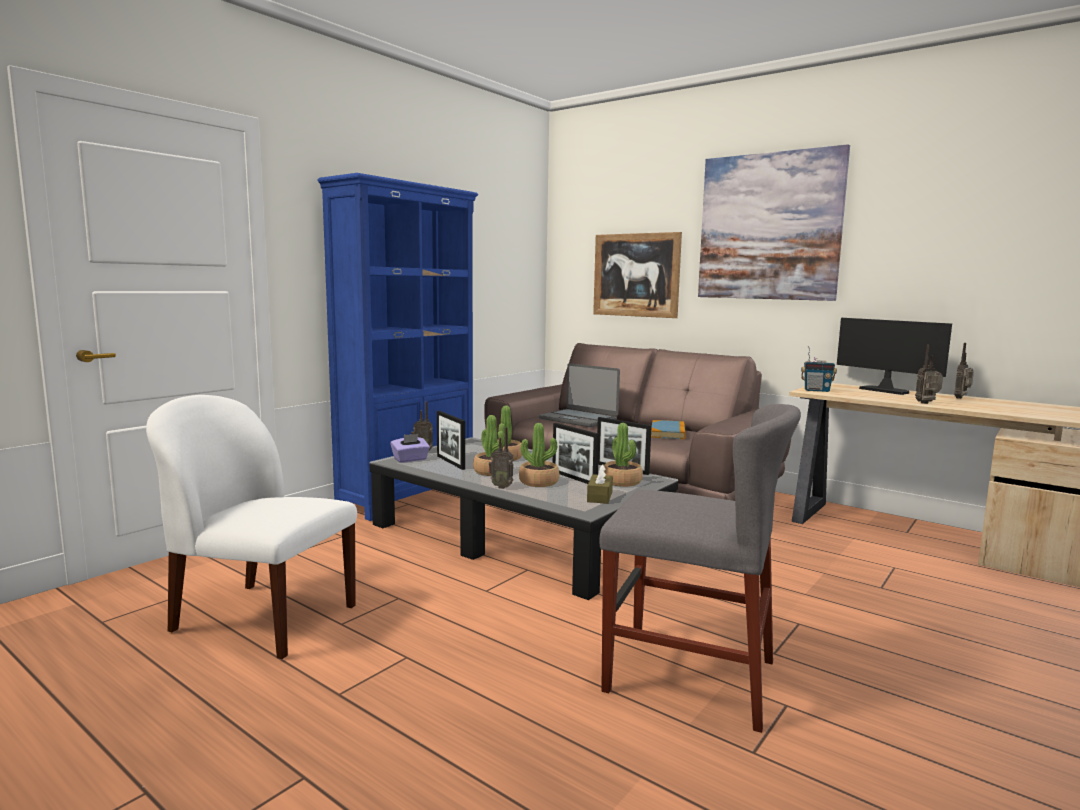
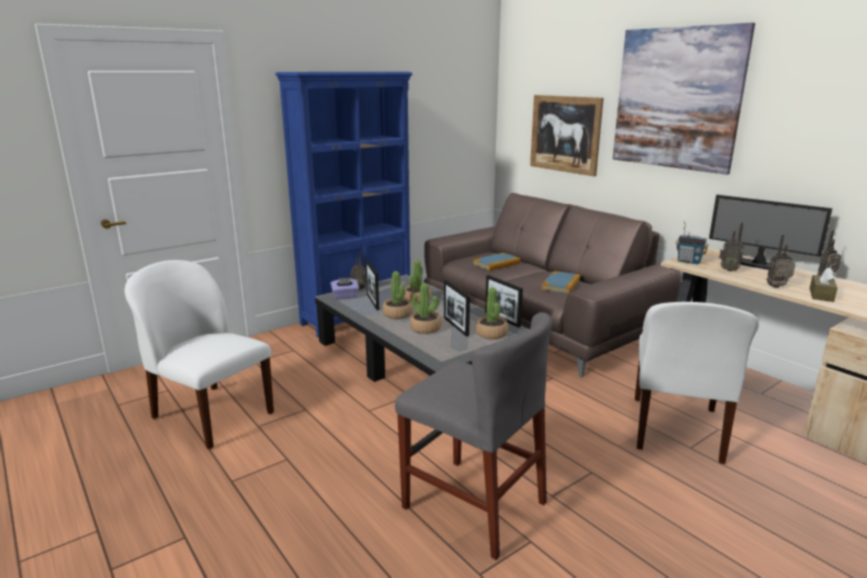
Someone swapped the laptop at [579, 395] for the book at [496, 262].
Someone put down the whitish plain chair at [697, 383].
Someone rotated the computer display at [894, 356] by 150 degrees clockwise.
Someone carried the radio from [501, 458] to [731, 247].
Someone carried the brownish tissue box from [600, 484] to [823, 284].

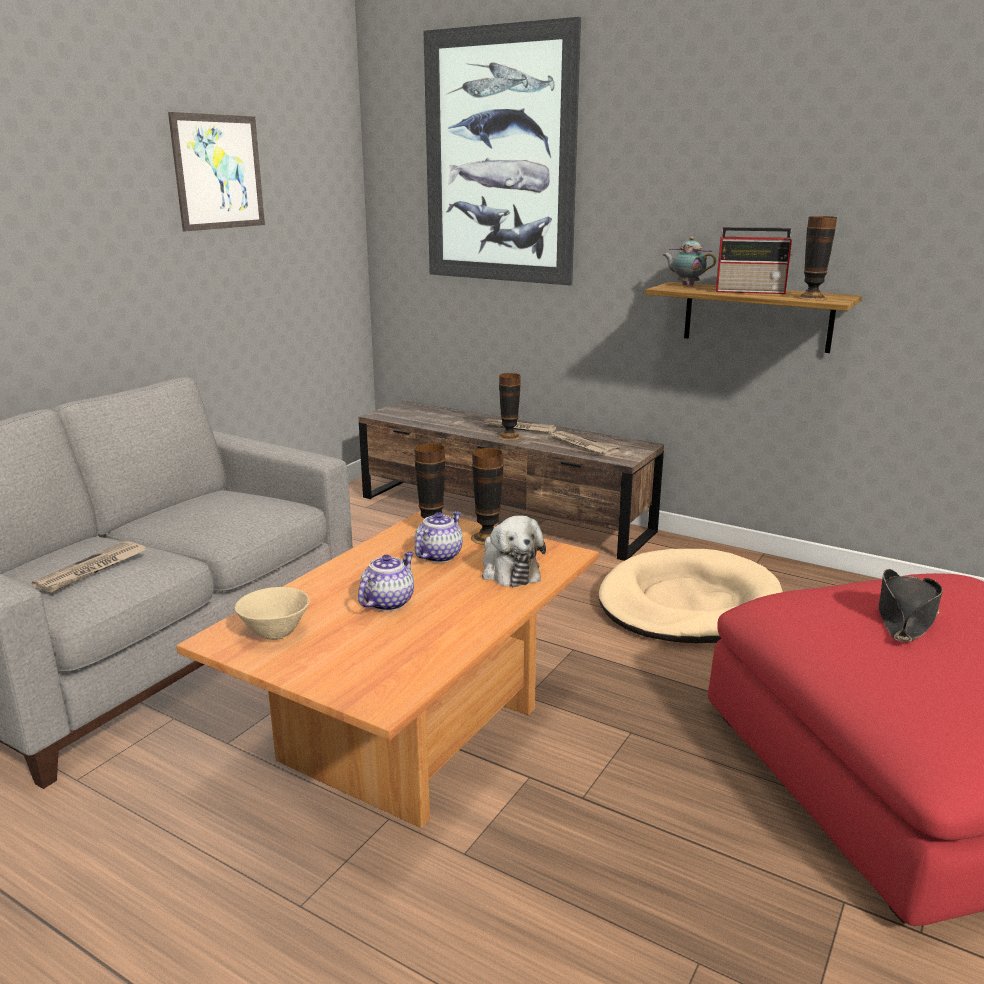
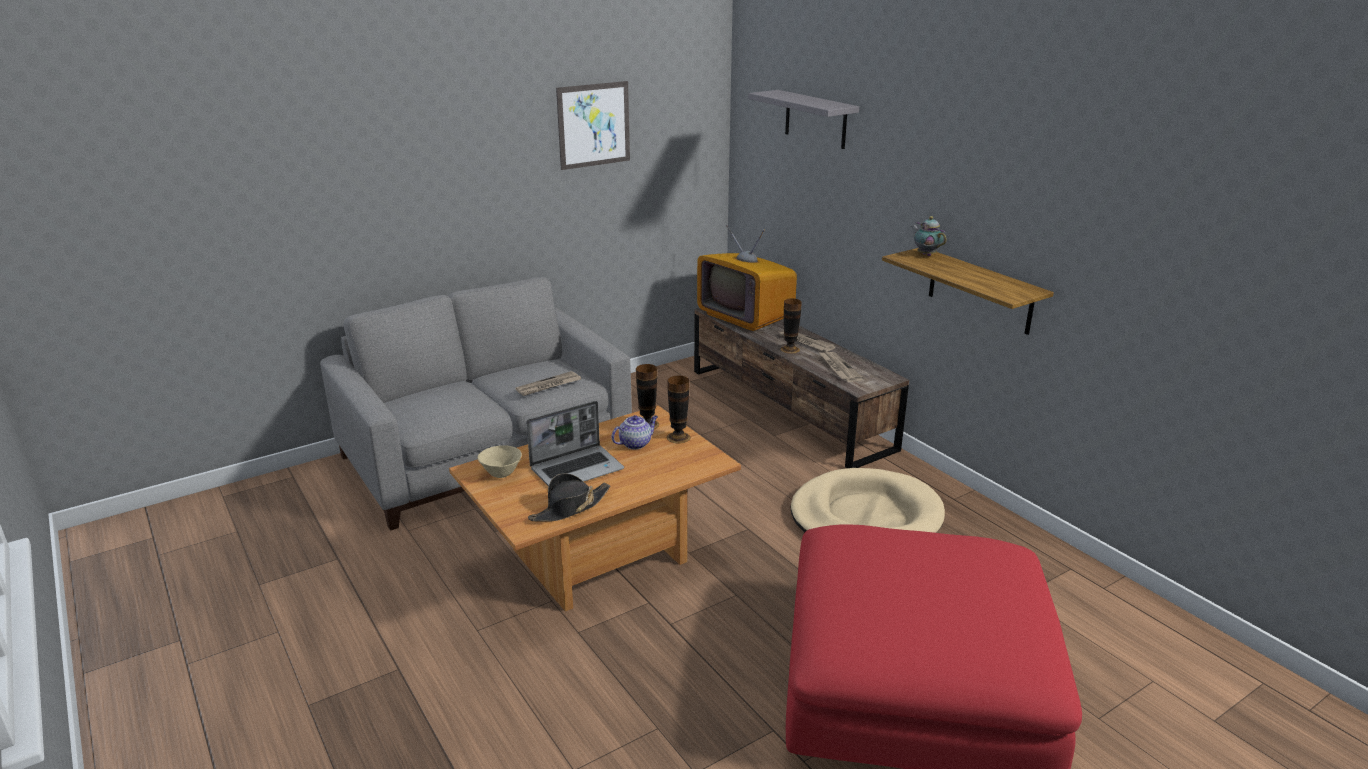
Someone carried the newspaper from [89, 567] to [548, 383].
Someone swapped the teapot at [386, 581] for the laptop at [575, 444].
Someone carried the blackish hat from [911, 605] to [569, 497].
Someone put down the television at [747, 278].
Someone swapped the wall art at [502, 151] for the greyish bracket shelf at [803, 119].
Someone took away the cuddly toy at [514, 551].
Someone took away the radio at [754, 260].
Someone took away the vase at [817, 258].

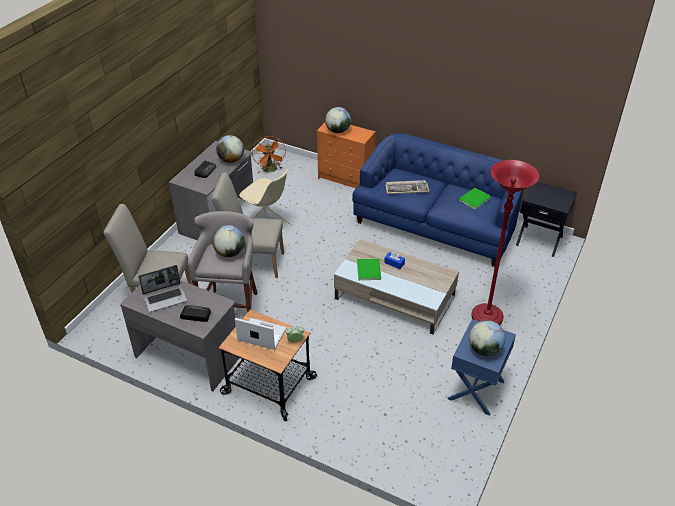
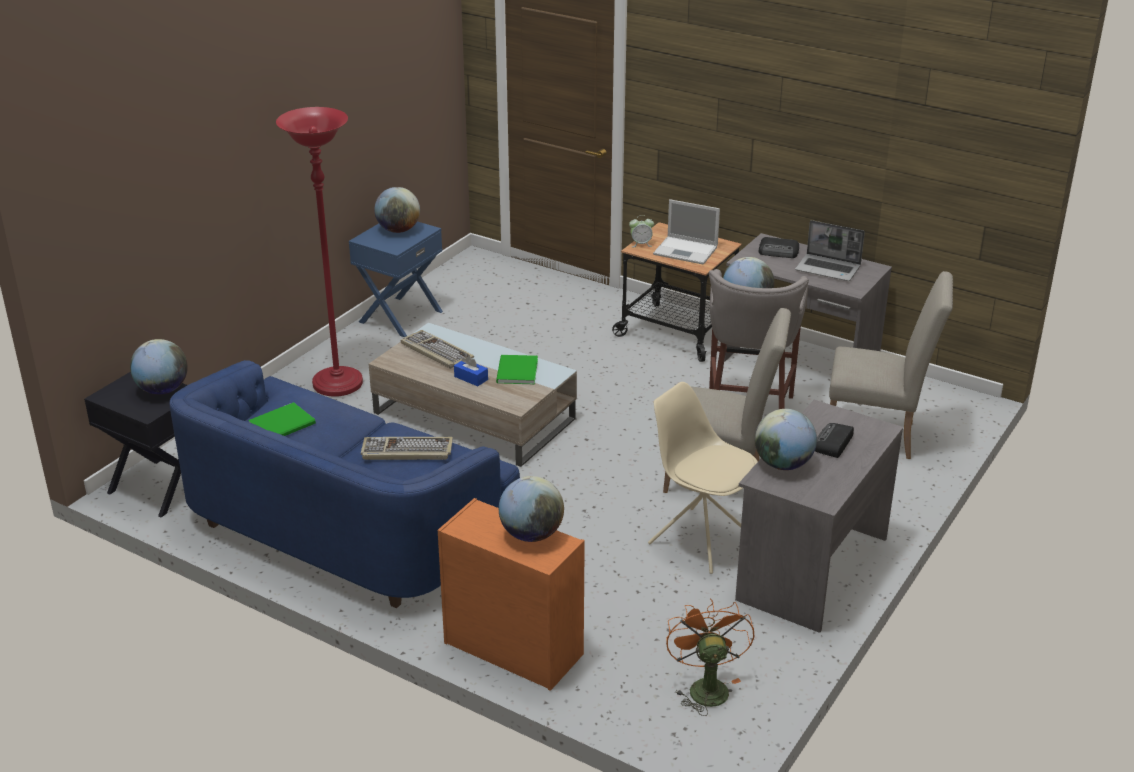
Someone put down the desk globe at [159, 367].
Someone put down the keyboard at [437, 349].
Someone rotated the laptop at [163, 288] by 135 degrees counterclockwise.

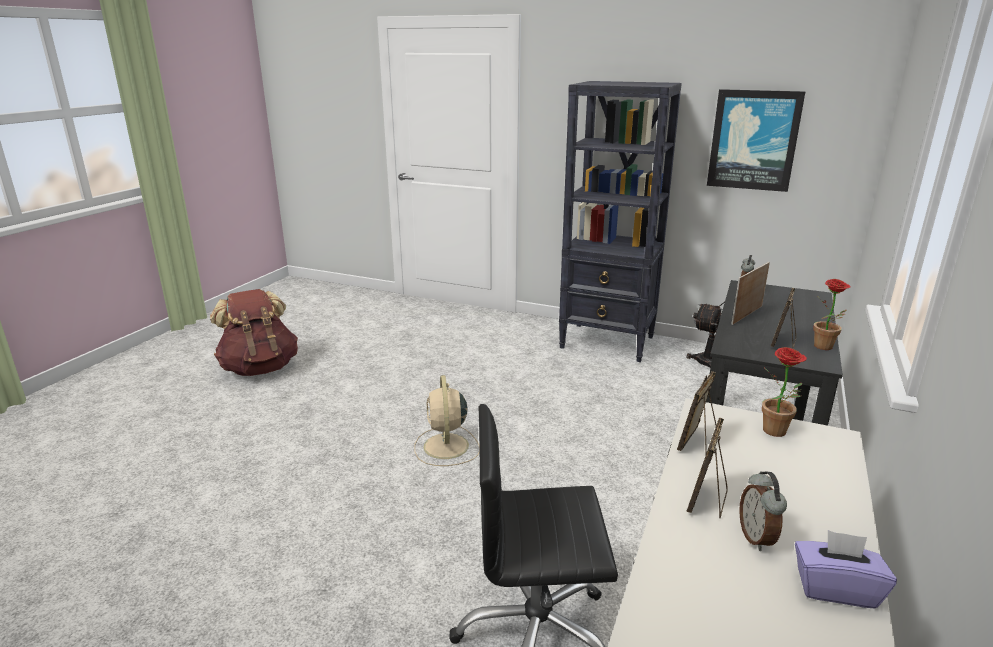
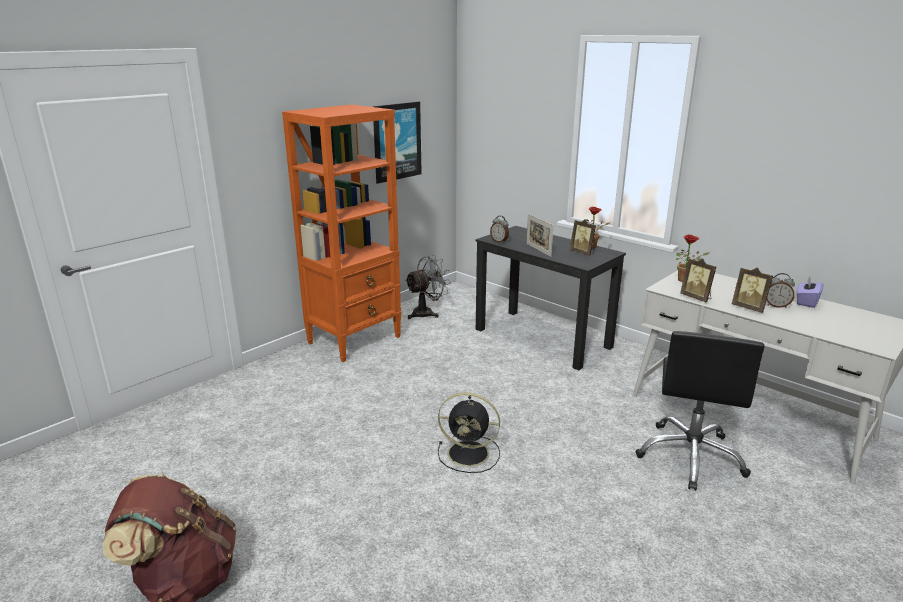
Someone repainted the blackish bookshelf at [620, 221], which became the orangey bookshelf at [342, 233].
Someone repainted the beige fan at [447, 420], which became the blackish fan at [469, 432].

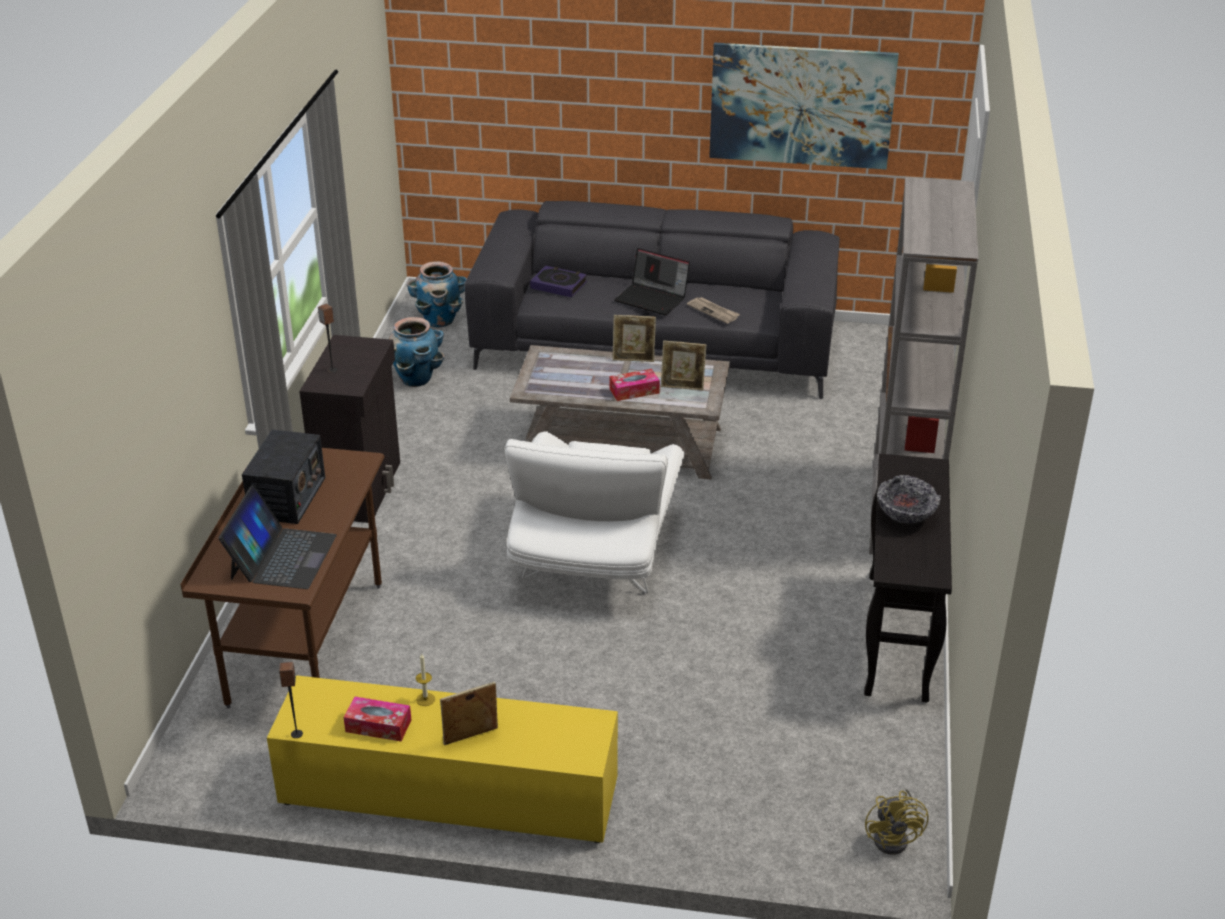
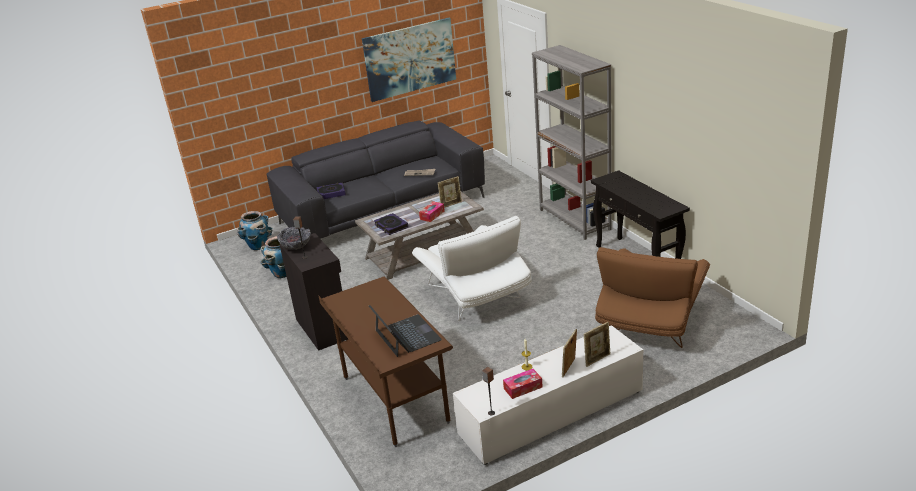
Someone carried the deep dish from [909, 499] to [294, 238].
Someone put down the book at [391, 224].
Someone repainted the yellow-coloured tv stand at [442, 759], which became the whitish tv stand at [548, 395].
Someone carried the picture frame from [634, 338] to [597, 344].
Someone put down the brownish lounge chair at [652, 297].
Someone took away the radio at [283, 477].
Someone took away the laptop at [652, 281].
Someone took away the yellow-coloured fan at [897, 821].

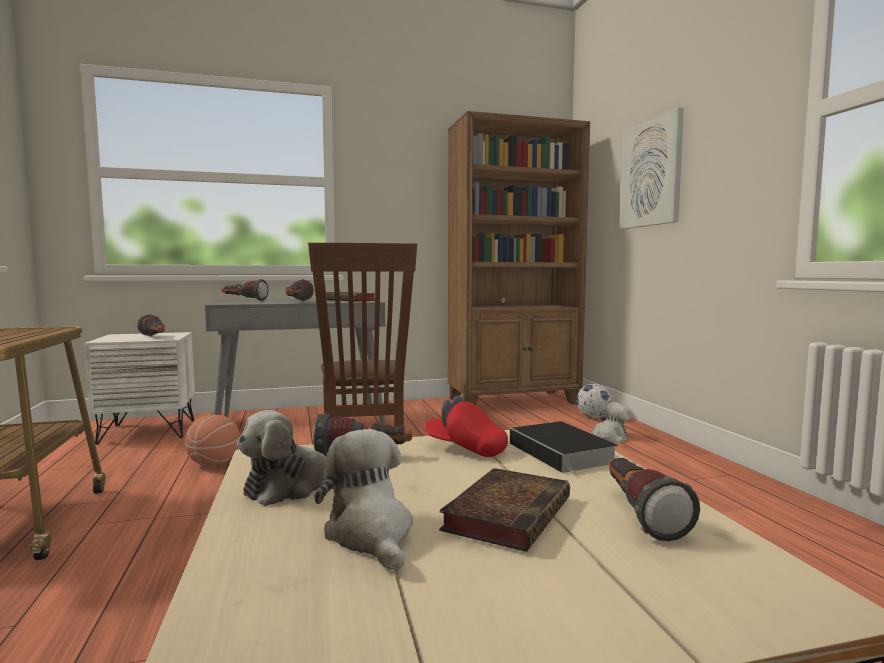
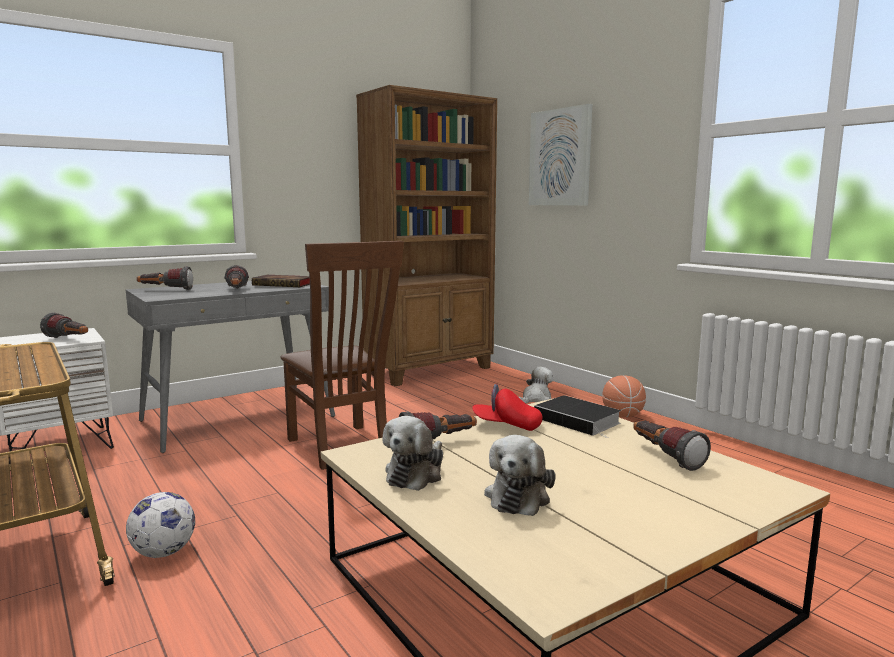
Someone carried the football ball from [595, 401] to [160, 525].
Someone rotated the cuddly toy at [364, 500] by 120 degrees counterclockwise.
Someone carried the basketball ball from [212, 440] to [624, 396].
Someone took away the book at [504, 510].

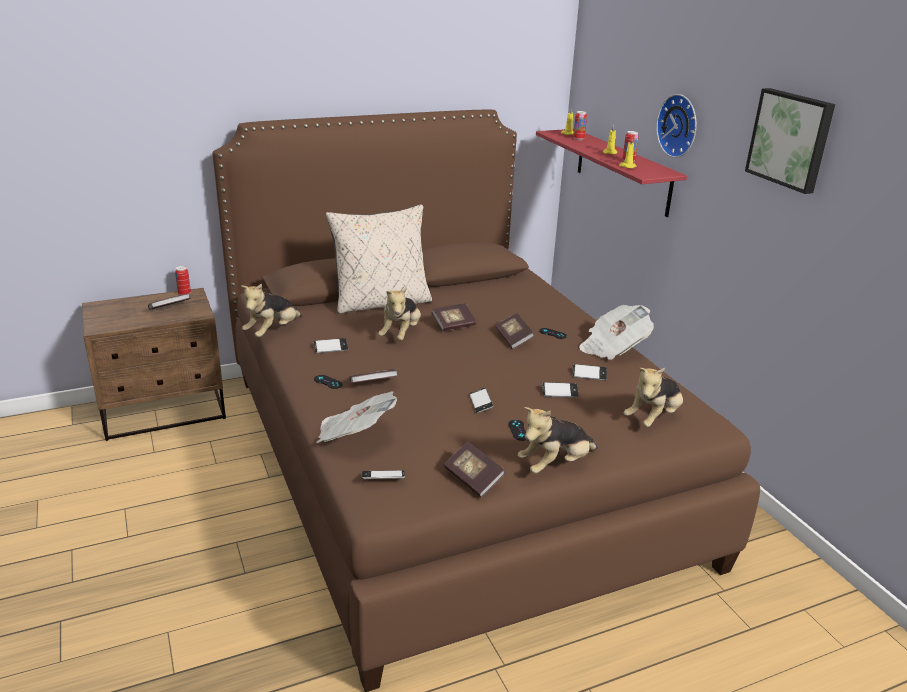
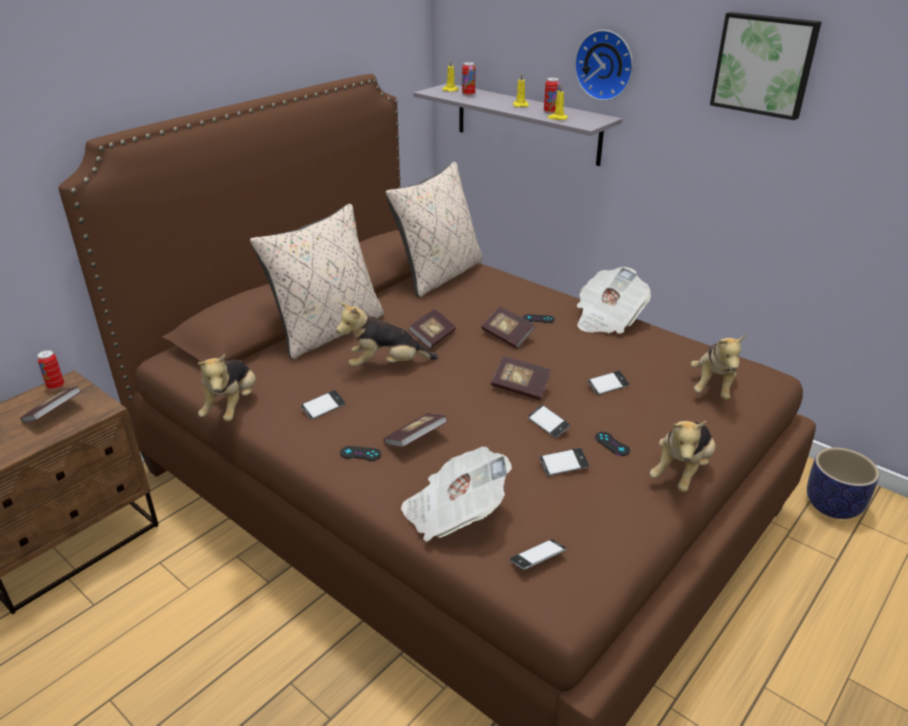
Someone rotated the cuddly toy at [399, 314] by 90 degrees clockwise.
Someone put down the beige pillow at [434, 230].
Someone repainted the red bracket shelf at [611, 173], which became the greyish bracket shelf at [518, 124].
Someone carried the book from [474, 470] to [521, 378].
Someone carried the handset from [589, 372] to [564, 462].
Someone put down the plant pot at [843, 483].

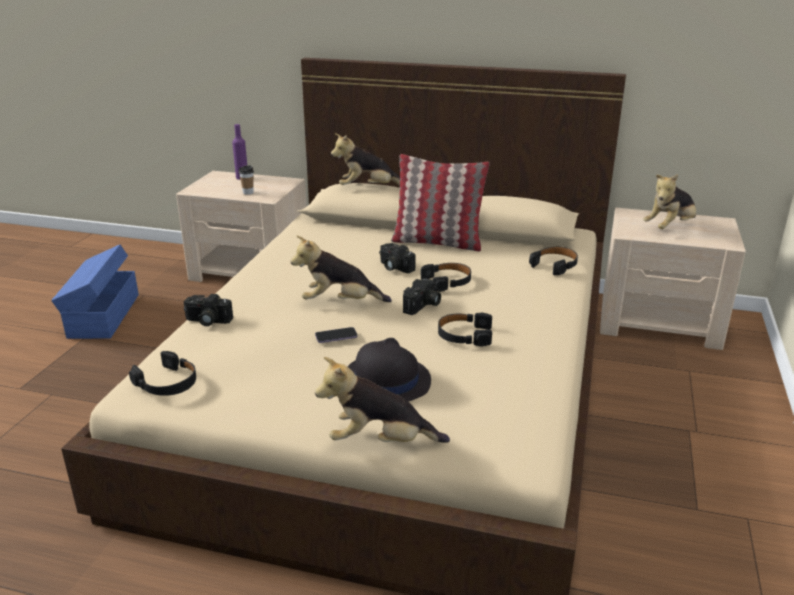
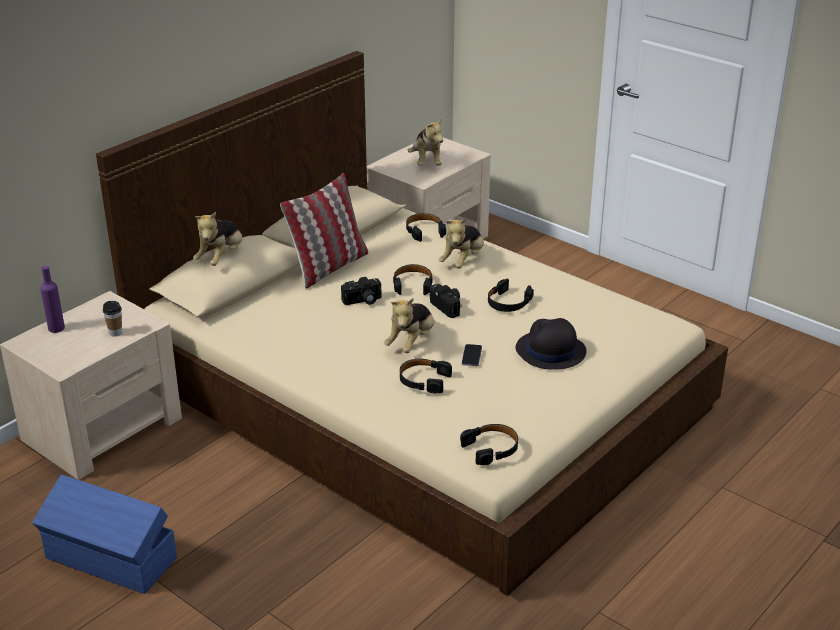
Someone put down the blackish pair of headphones at [426, 376].
Someone carried the cuddly toy from [382, 400] to [461, 243].
Someone took away the photo camera at [208, 310].

